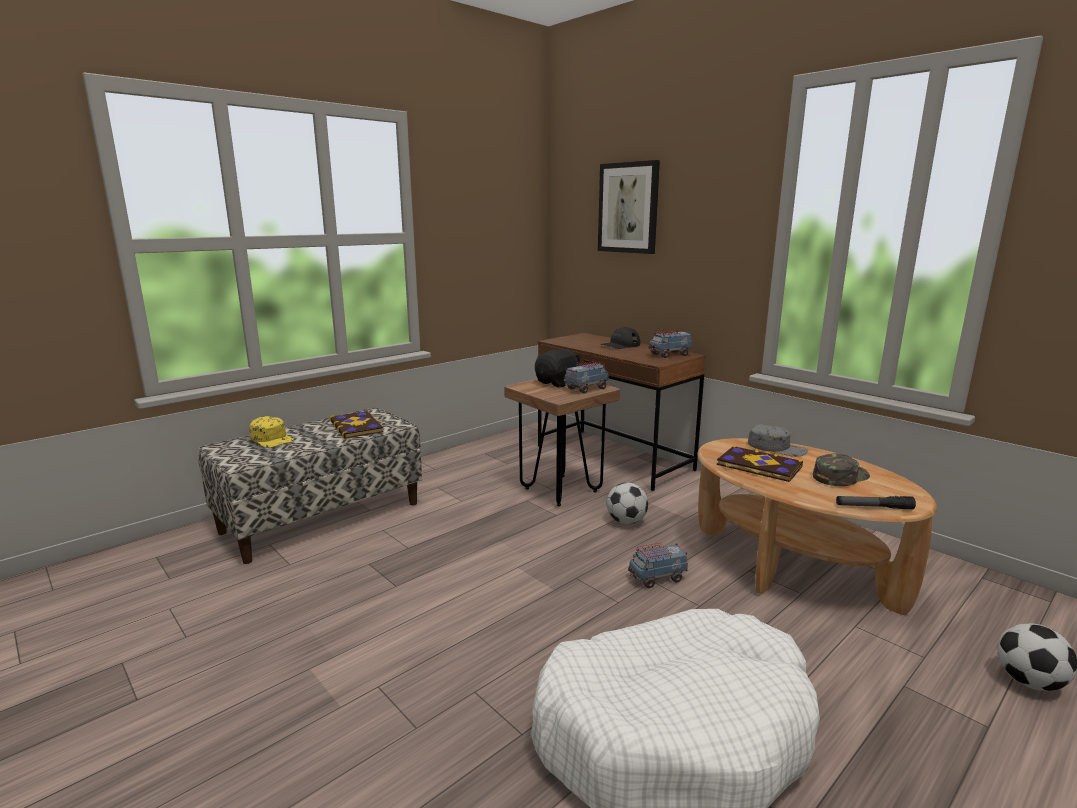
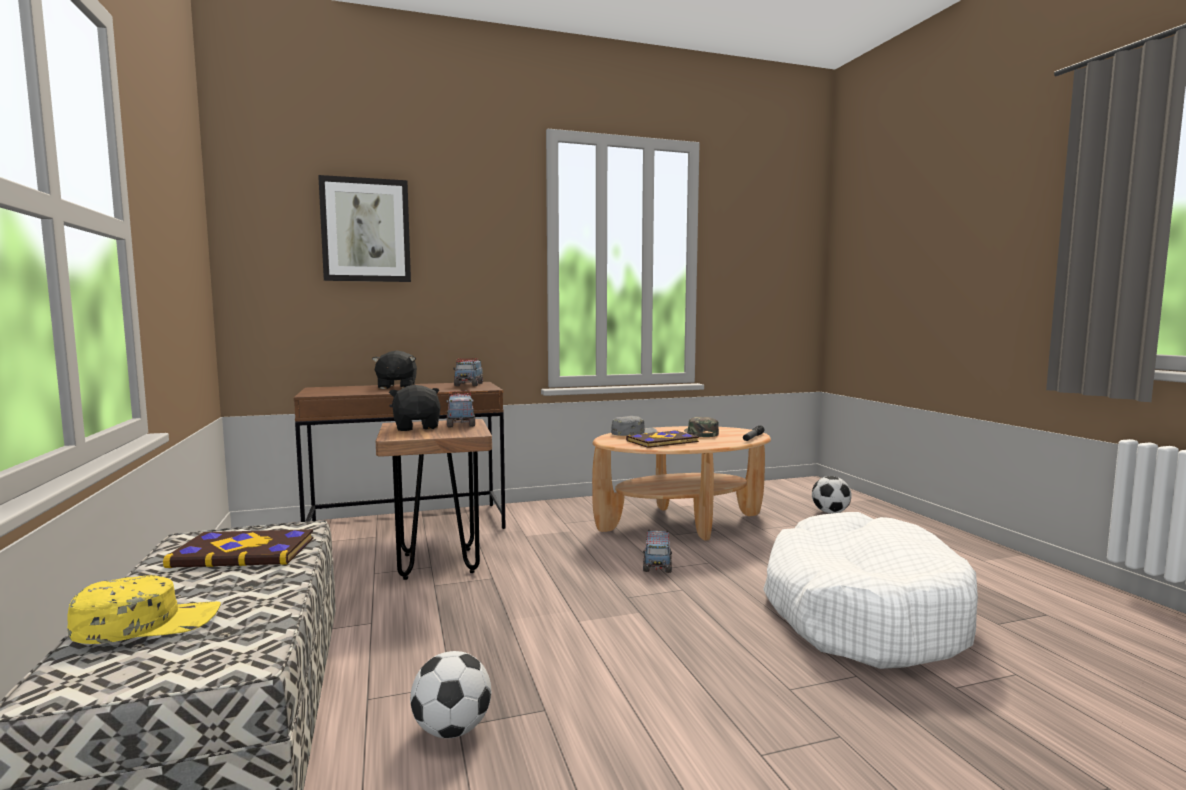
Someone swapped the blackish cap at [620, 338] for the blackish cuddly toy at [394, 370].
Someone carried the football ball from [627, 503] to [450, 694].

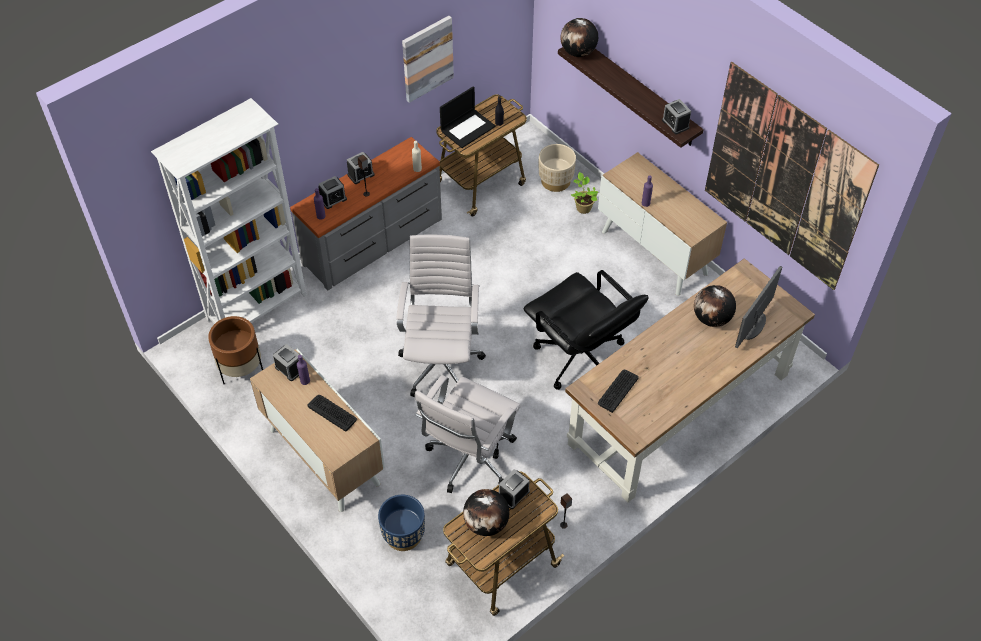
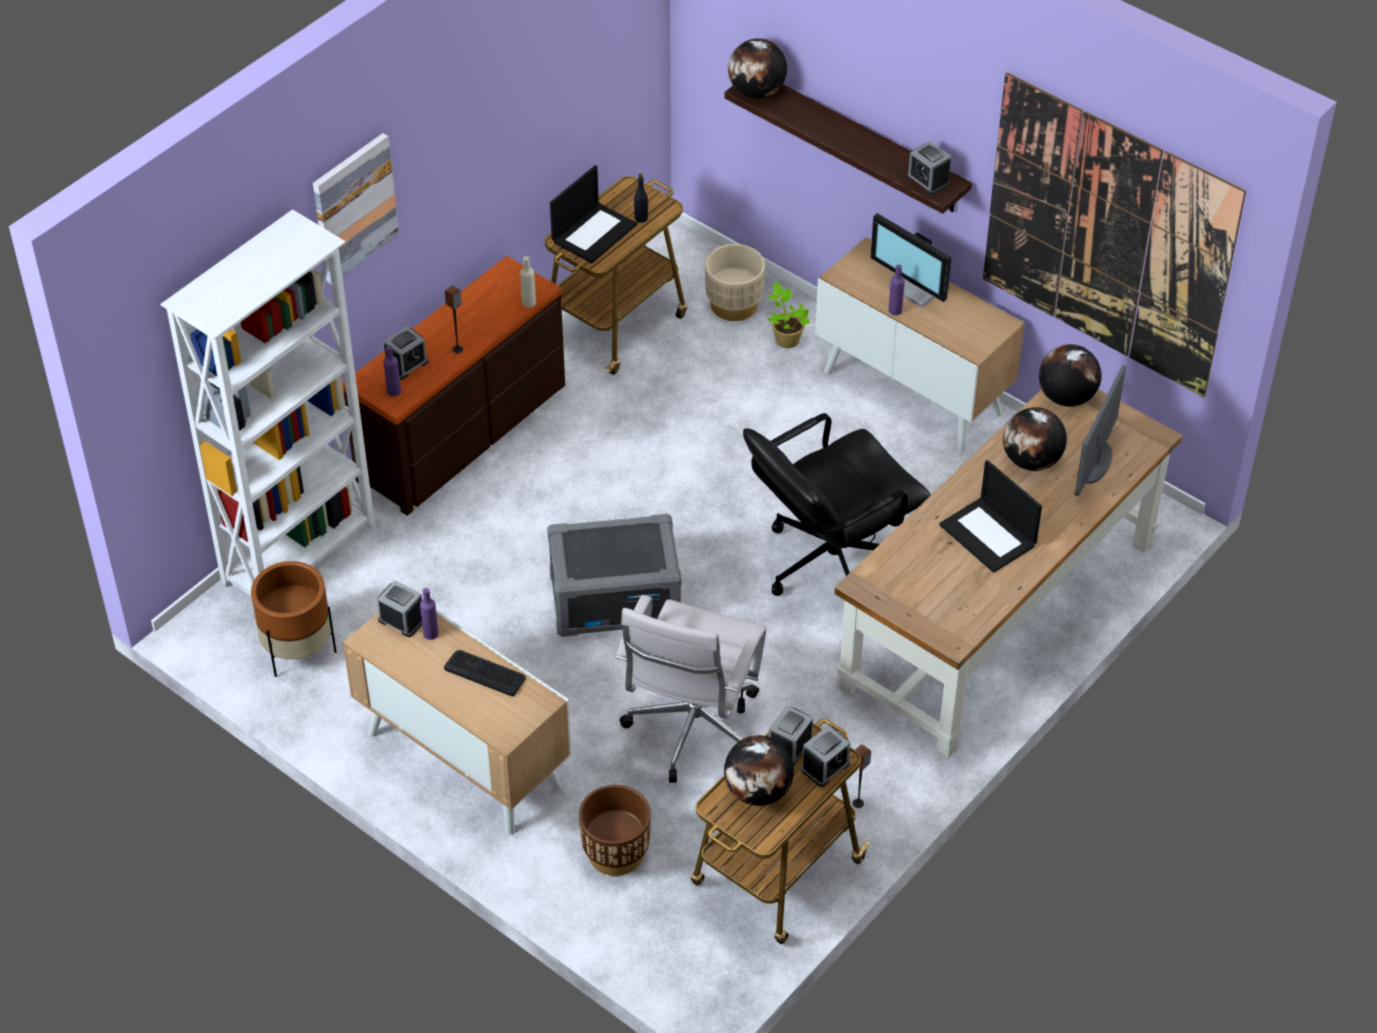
Someone carried the wall art from [428, 59] to [356, 209].
Someone repainted the greyish chest of drawers at [366, 214], which became the brownish chest of drawers at [453, 385].
Someone swapped the whitish desk chair at [441, 315] for the greyish storage bin at [614, 575].
Someone repainted the blue plant pot at [401, 523], which became the brownish plant pot at [615, 830].
Someone rotated the blackish desk chair at [586, 330] by 105 degrees clockwise.
Someone carried the bedside clock from [361, 168] to [825, 756].
Someone put down the computer display at [911, 260].
Someone put down the laptop at [990, 516].
Someone put down the desk globe at [1070, 375].
Someone took away the keyboard at [618, 391].

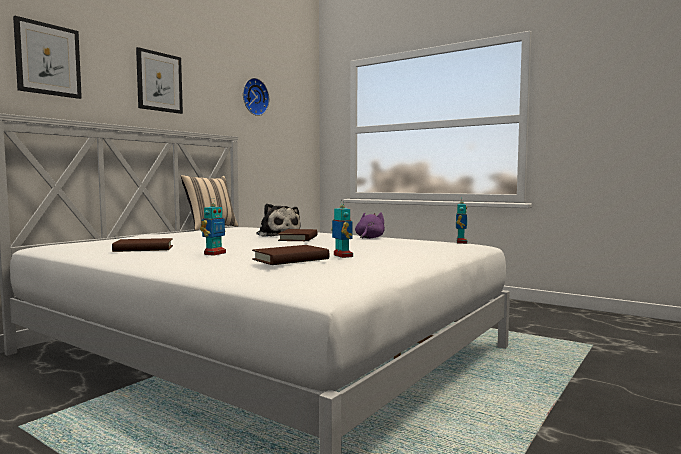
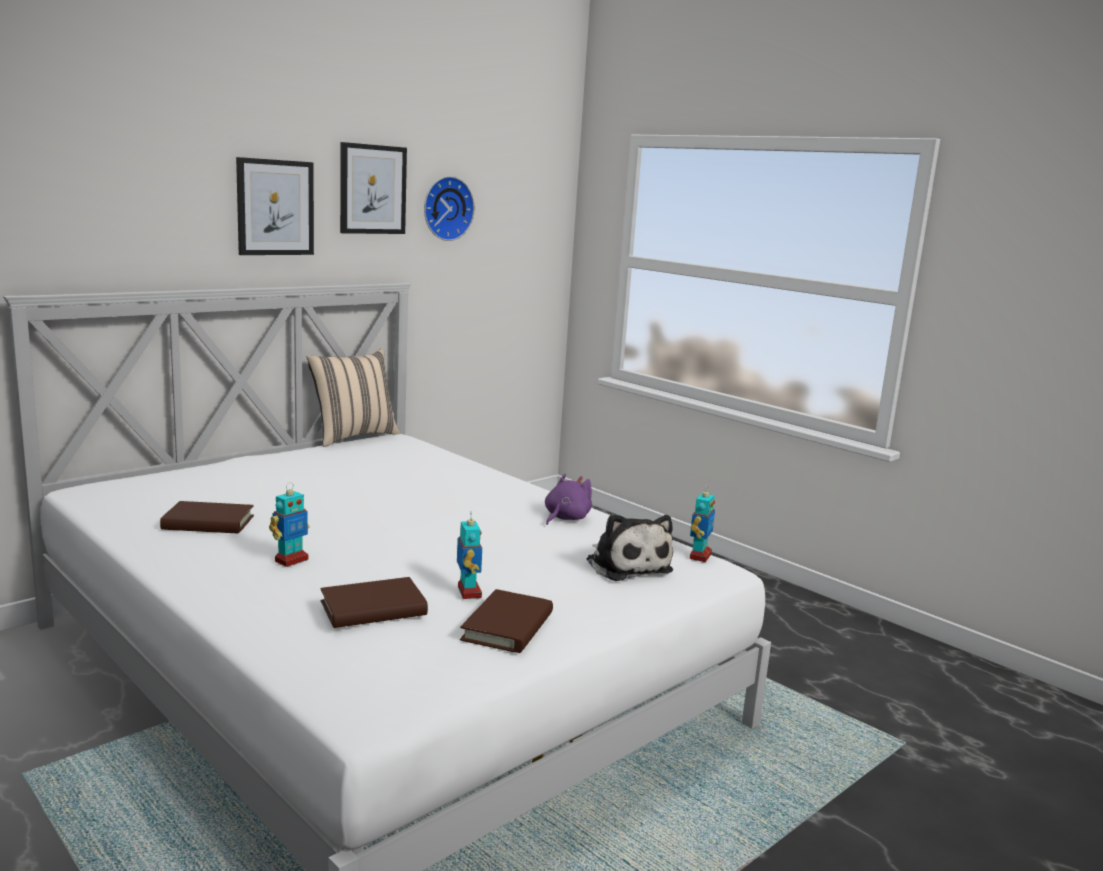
Someone carried the wall art from [47, 57] to [373, 188].
Someone carried the brownish book from [297, 235] to [506, 621].
Someone carried the cuddly toy from [278, 220] to [630, 547].

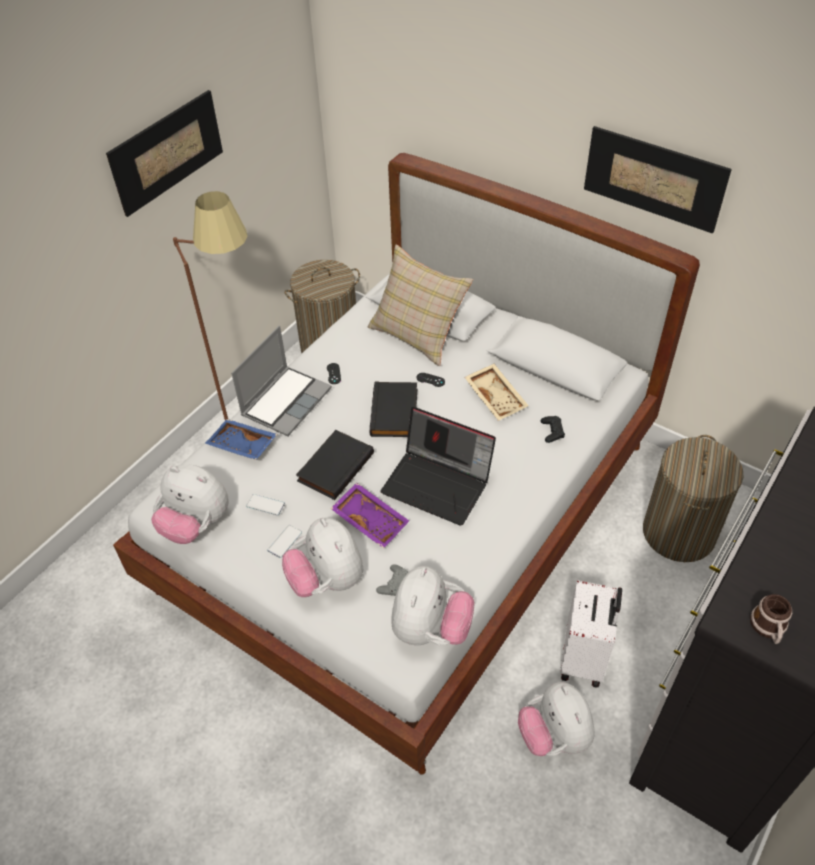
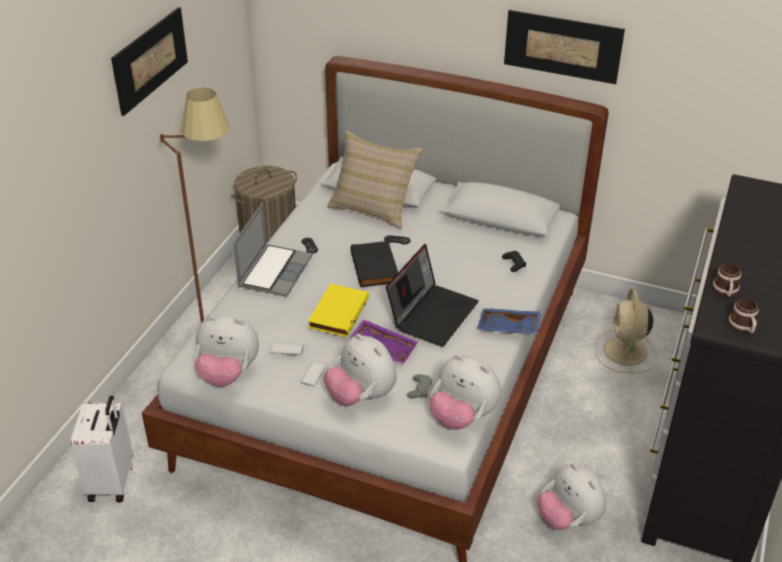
Someone carried the whitish suitcase from [591, 634] to [102, 448].
Someone repainted the blackish book at [335, 465], which became the yellow-coloured book at [338, 310].
Someone rotated the laptop at [438, 466] by 75 degrees counterclockwise.
Someone rotated the cuddly toy at [433, 605] by 120 degrees clockwise.
Someone carried the blue serving tray from [241, 439] to [509, 321].
Someone swapped the laundry basket at [693, 498] for the beige fan at [626, 331].
Someone put down the coffee mug at [726, 280].
Someone took away the beige serving tray at [497, 392].

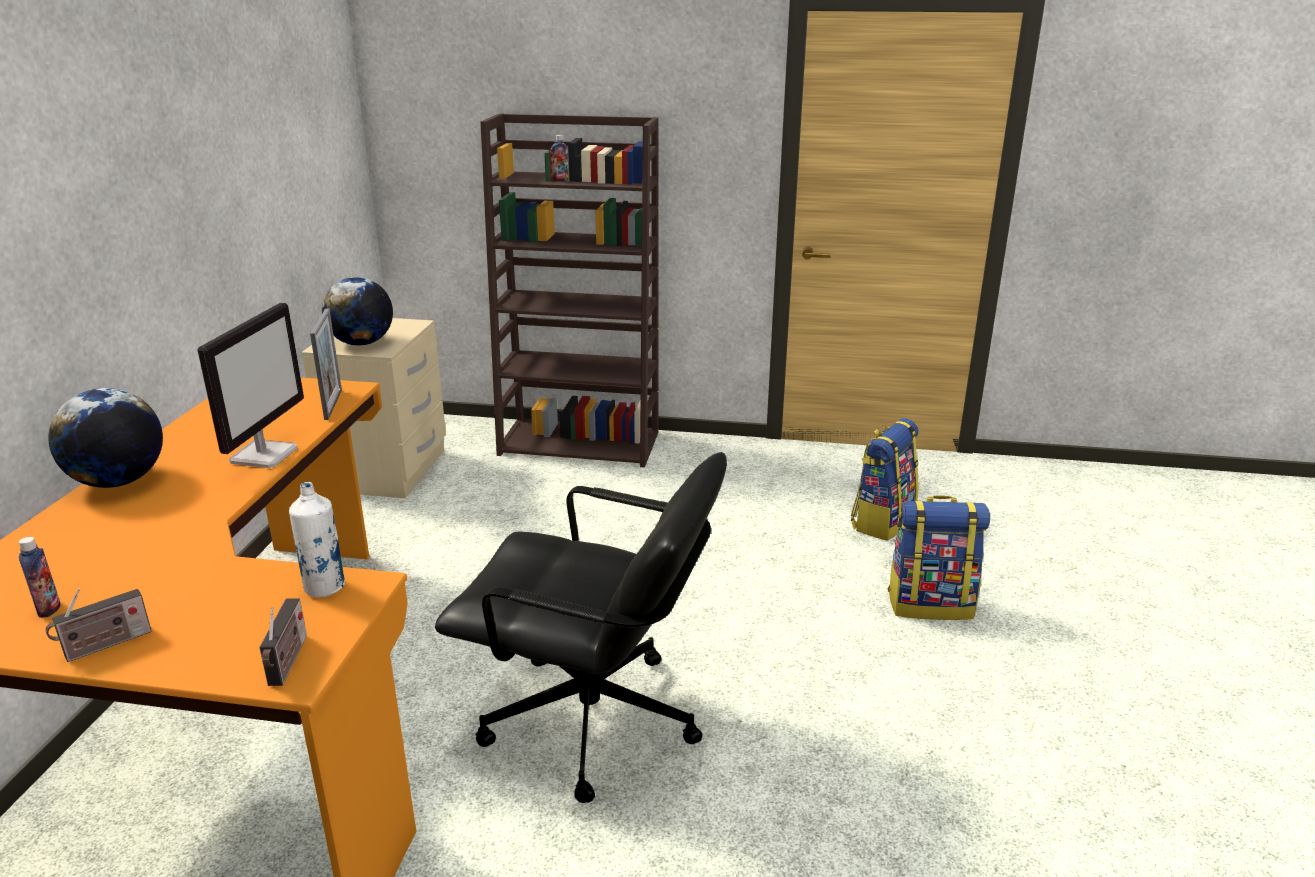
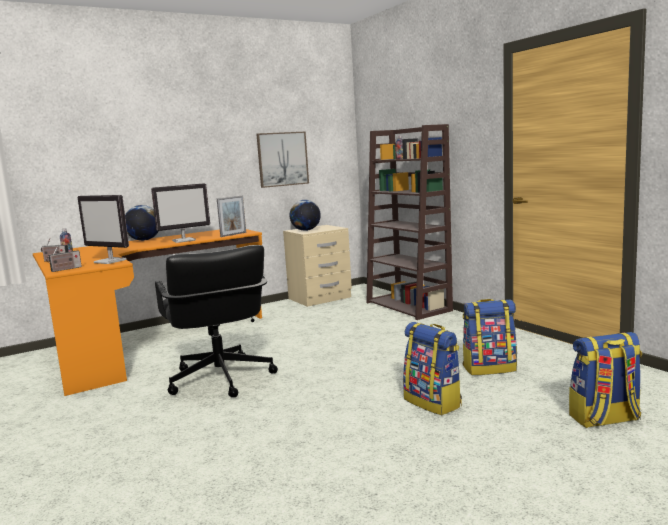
Someone swapped the whitish beverage bottle at [317, 540] for the computer display at [103, 229].
Someone put up the wall art at [282, 160].
Someone put down the backpack at [605, 380].

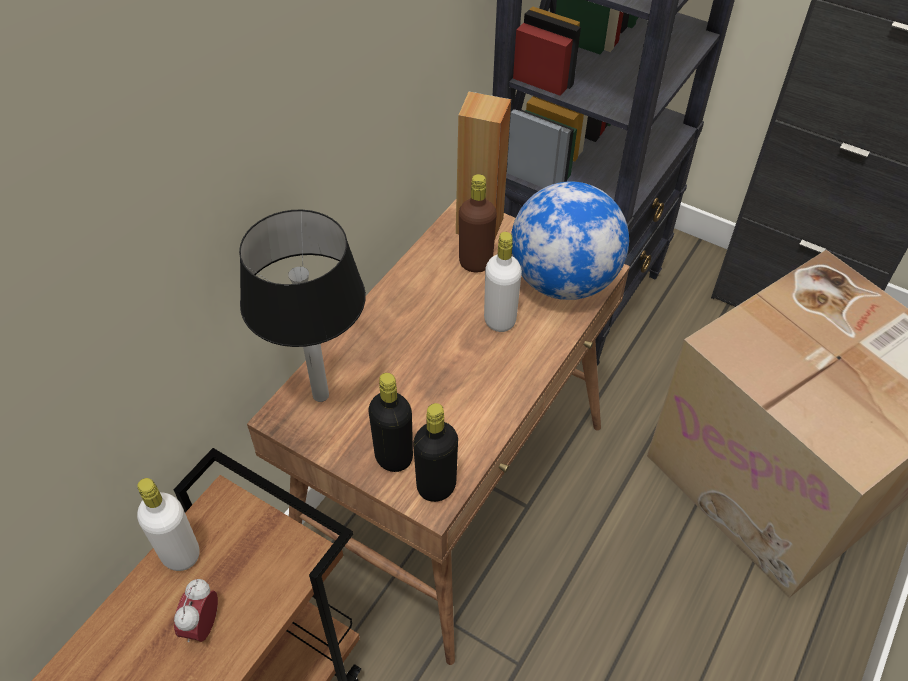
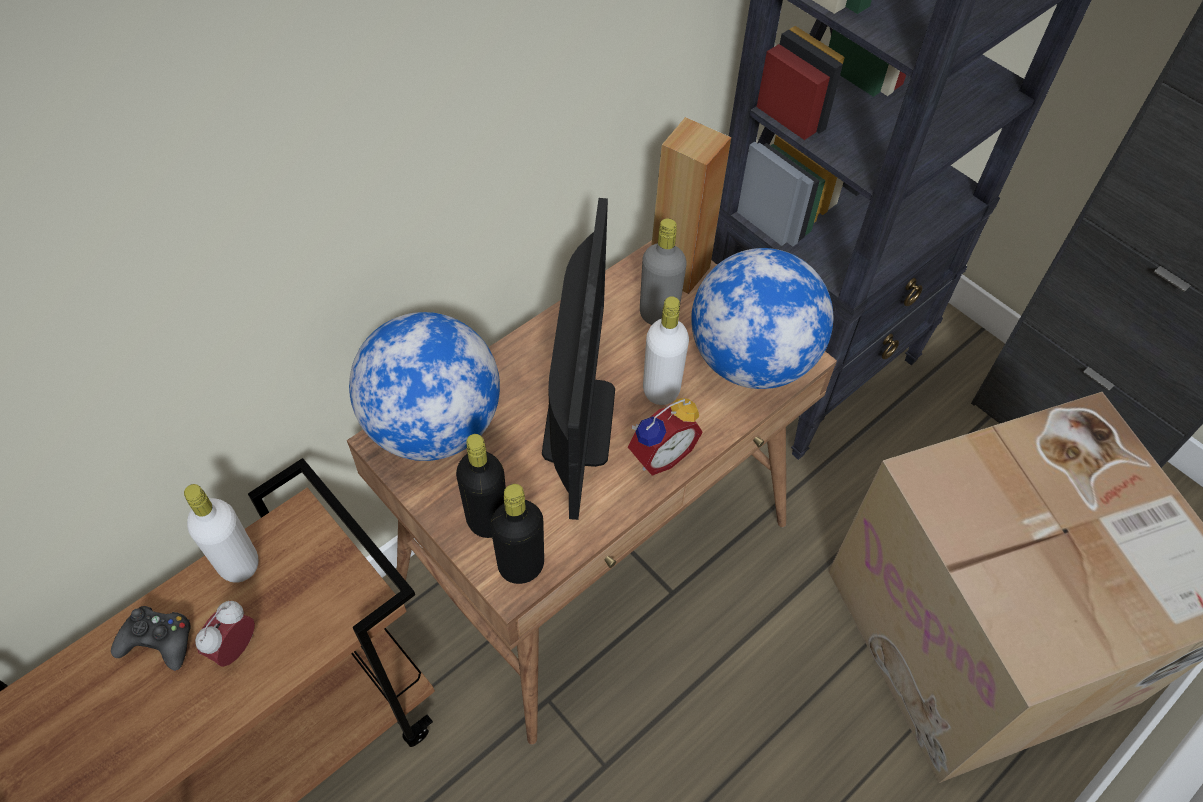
Someone put down the blackish game controller at [151, 638].
Someone swapped the tabletop lamp at [302, 306] for the desk globe at [424, 386].
Someone put down the computer display at [578, 359].
Someone put down the bedside clock at [665, 437].
Someone repainted the brownish beverage bottle at [478, 223], which became the greyish beverage bottle at [663, 271].

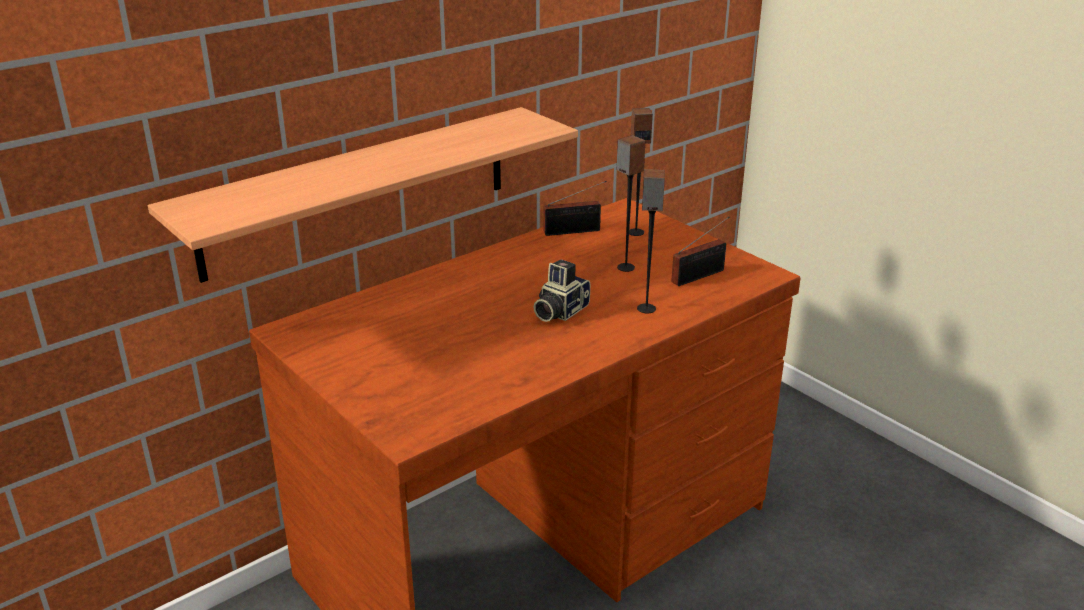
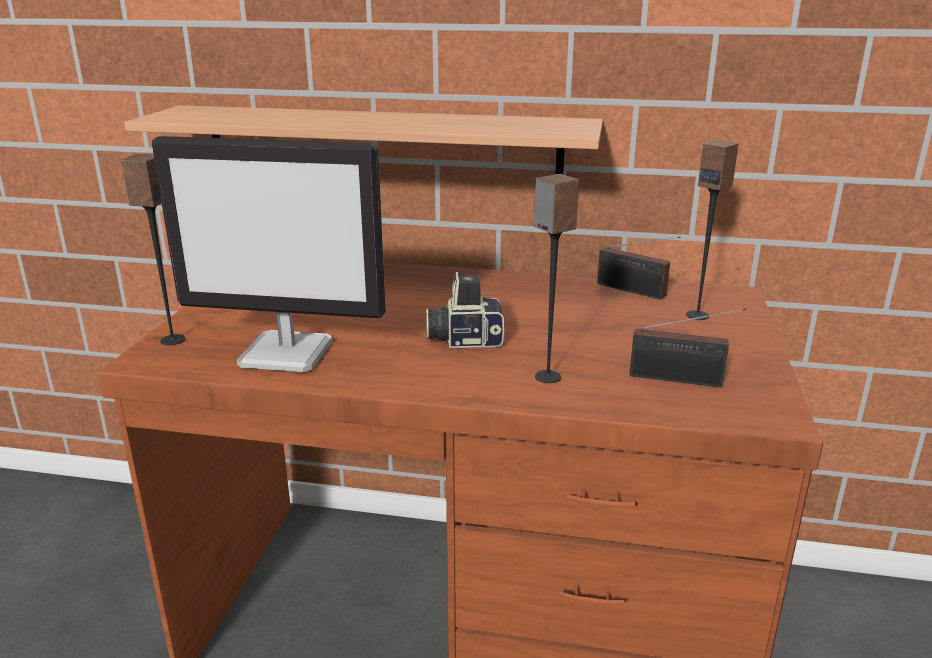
Someone carried the loudspeaker from [631, 203] to [153, 249].
Someone put down the computer display at [269, 254].

